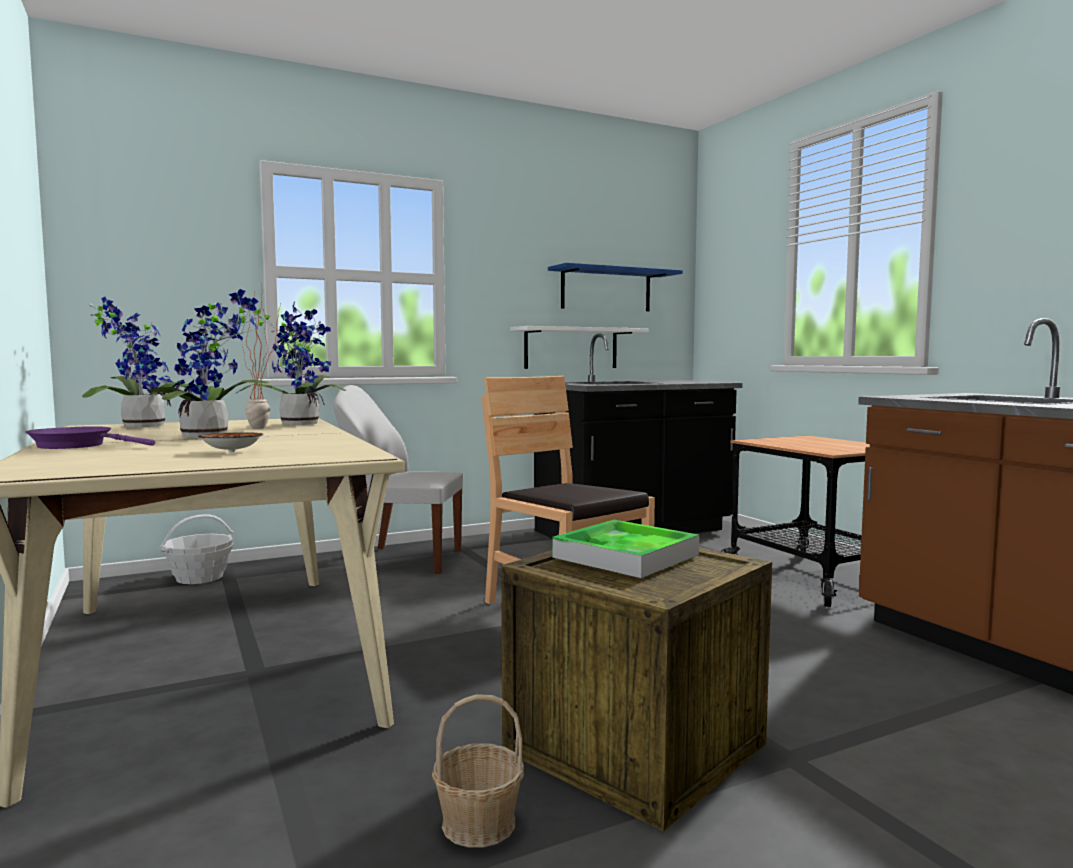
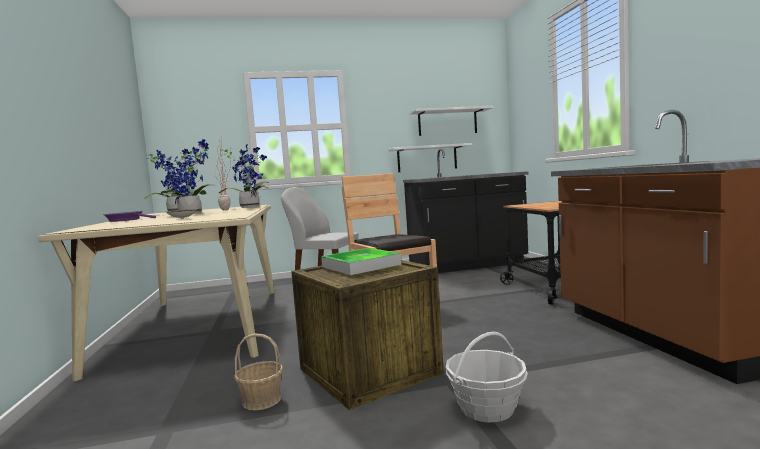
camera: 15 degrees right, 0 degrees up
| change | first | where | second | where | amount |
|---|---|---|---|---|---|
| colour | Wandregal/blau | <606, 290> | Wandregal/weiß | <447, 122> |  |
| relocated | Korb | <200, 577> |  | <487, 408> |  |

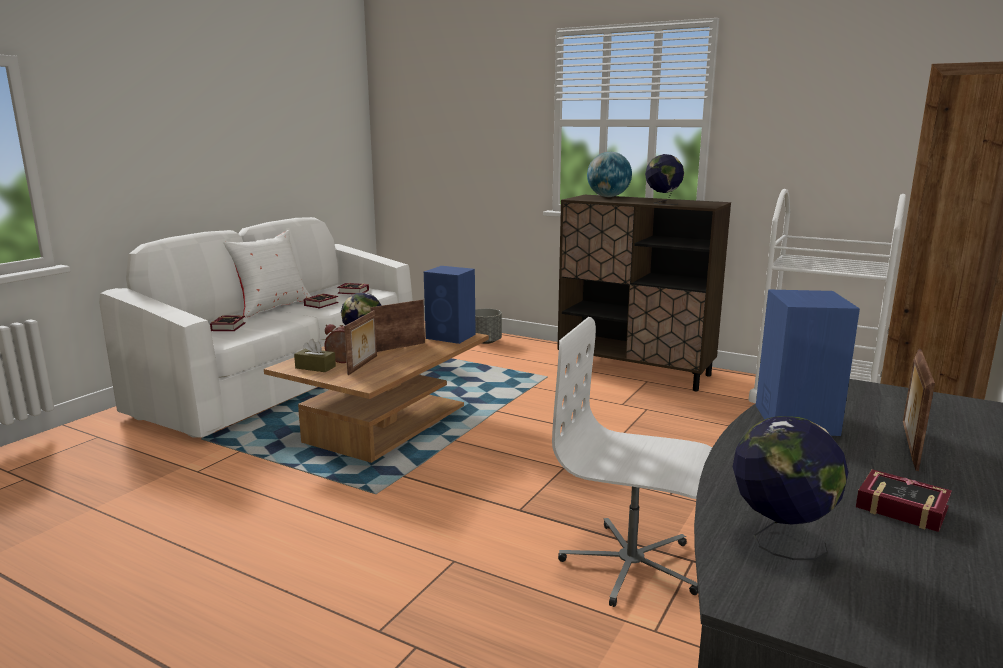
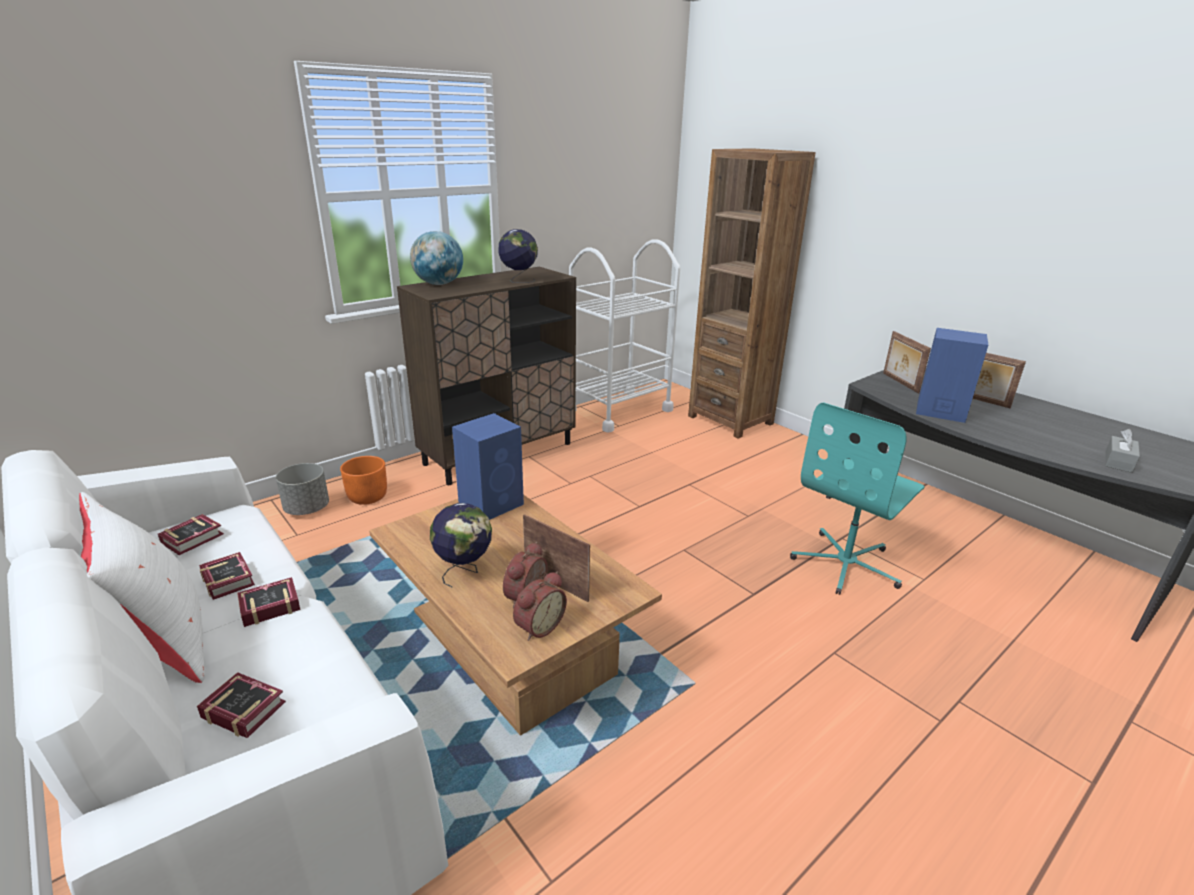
camera: 70 degrees left, 10 degrees up
| change | first | where | second | where | amount |
|---|---|---|---|---|---|
| relocated | Bilderrahmen | <399, 347> |  | <899, 383> |  |
| colour | Bürostuhl/weiß | <631, 565> | Bürostuhl/türkis | <846, 564> |  |
| exchanged | Taschentuchbox/braun | <315, 367> | Wecker | <538, 626> |  |
| exchanged | Globus | <779, 541> | Taschentuchbox/grau | <1118, 462> |  |
| relocated | Buch | <898, 505> |  | <267, 606> |  |
| appeared |  |  | Pflanzkübel/orange | <367, 497> |  |

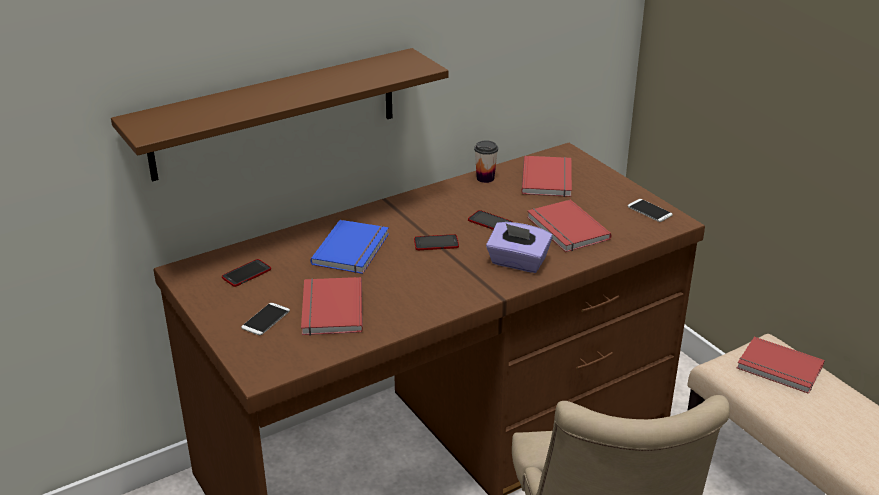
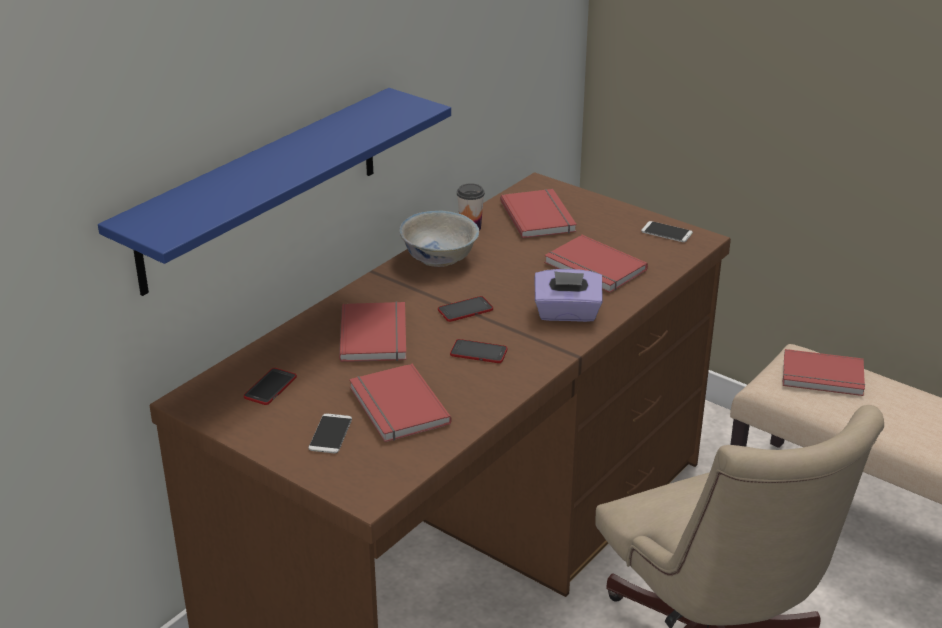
camera: 20 degrees left, 0 degrees up
| change | first | where | second | where | amount |
|---|---|---|---|---|---|
| colour | Wandregal/braun | <275, 114> | Wandregal/blau | <261, 189> |  |
| relocated | Handy | <490, 222> |  | <478, 352> |  |
| colour | Buch/blau | <353, 249> | Buch/rot | <376, 335> |  |
| appeared |  |  | Schüssel/weiß | <439, 257> |  |

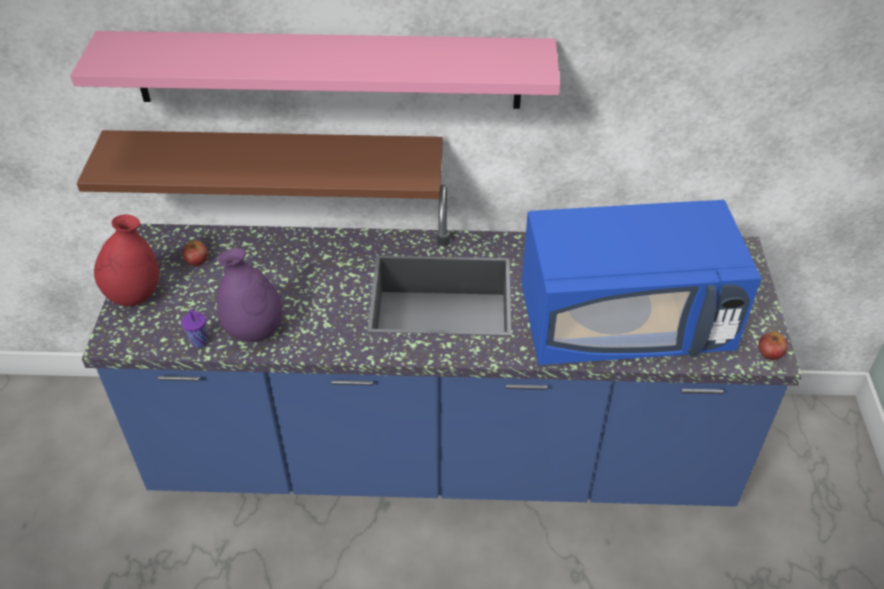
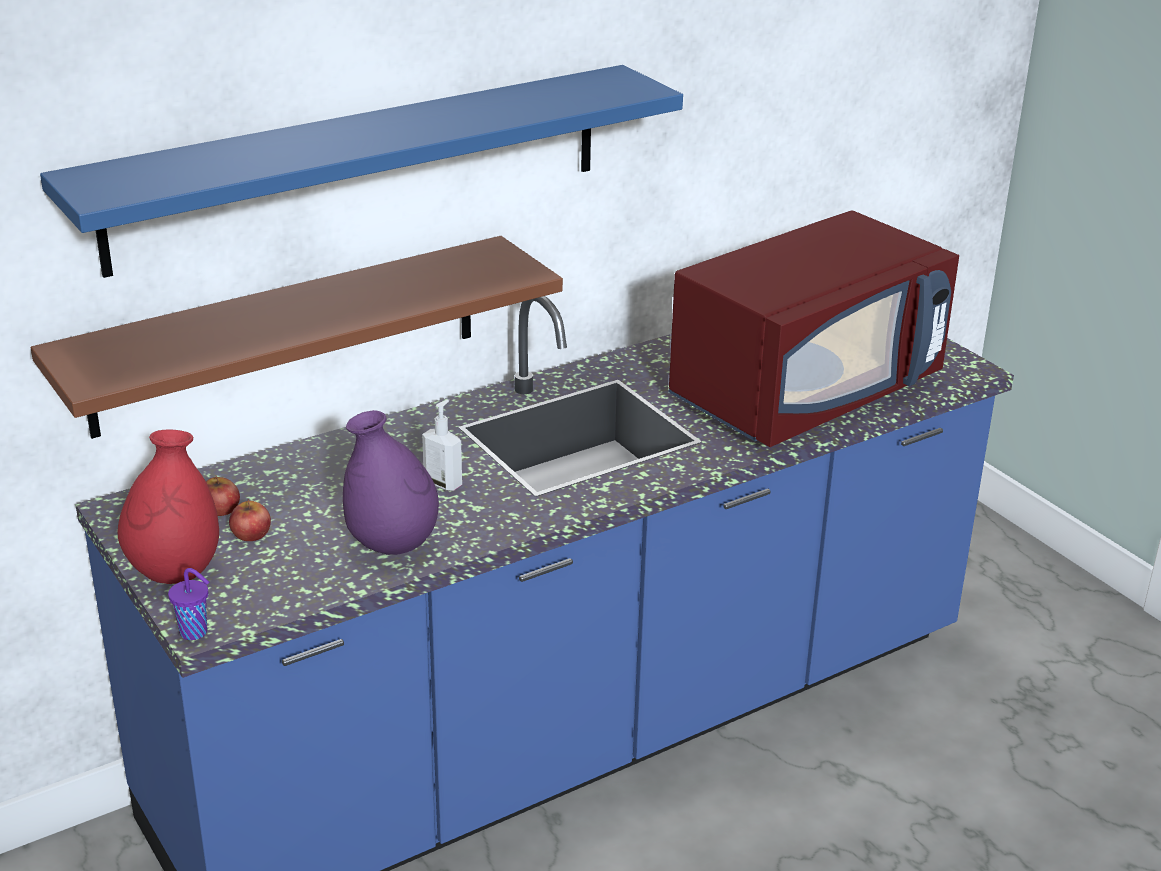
camera: 35 degrees left, 15 degrees down
| change | first | where | second | where | amount |
|---|---|---|---|---|---|
| colour | Wandregal/rosa | <327, 70> | Wandregal/blau | <361, 167> |  |
| colour | Mikrowelle/blau | <624, 323> | Mikrowelle/rot | <806, 392> |  |
| relocated | Tasse/lila | <200, 342> |  | <195, 633> |  |
| relocated | Apfel | <770, 352> |  | <251, 533> |  |
| appeared |  |  | Seifenspender | <443, 483> |  |

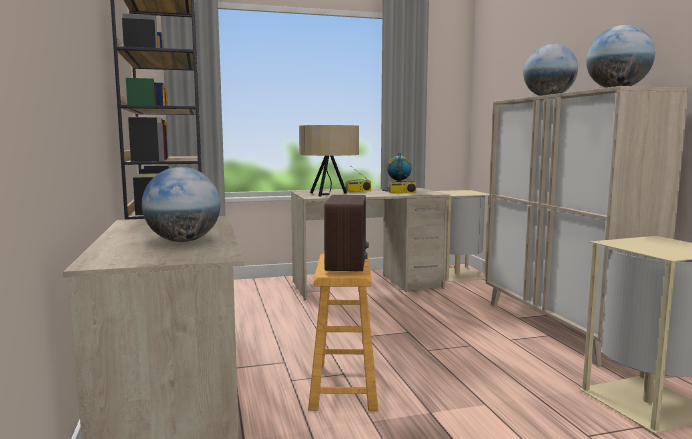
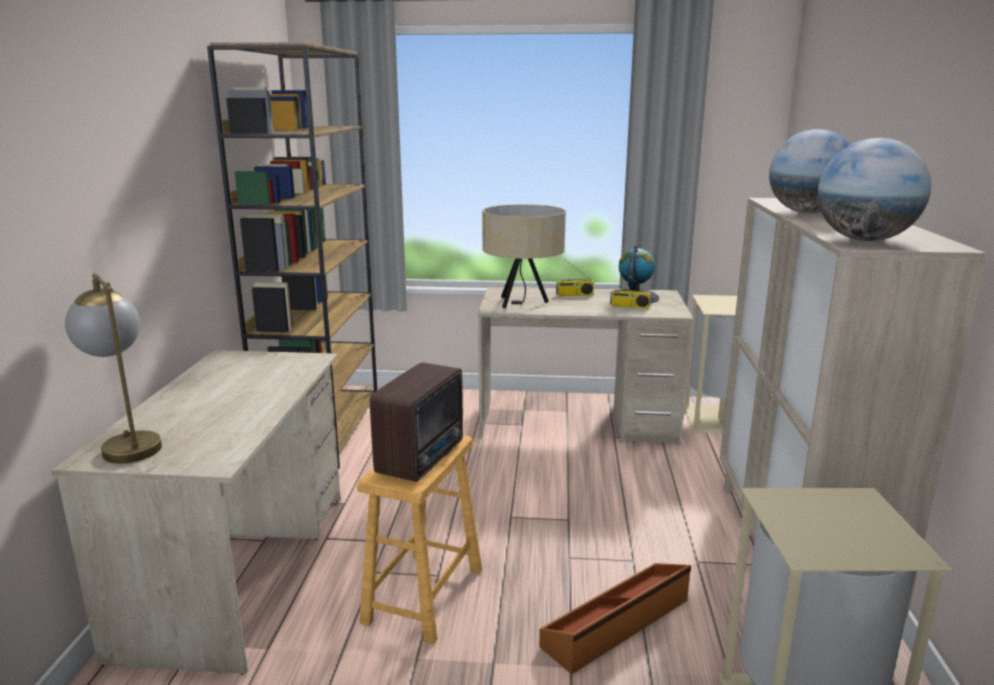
camera: 20 degrees right, 10 degrees up
| change | first | where | second | where | amount |
|---|---|---|---|---|---|
| missing | Globus | <183, 241> |  |  |  |
| appeared |  |  | Tischlampe | <126, 443> |  |
| appeared |  |  | Aufbewahrungsbox/braun | <618, 624> |  |

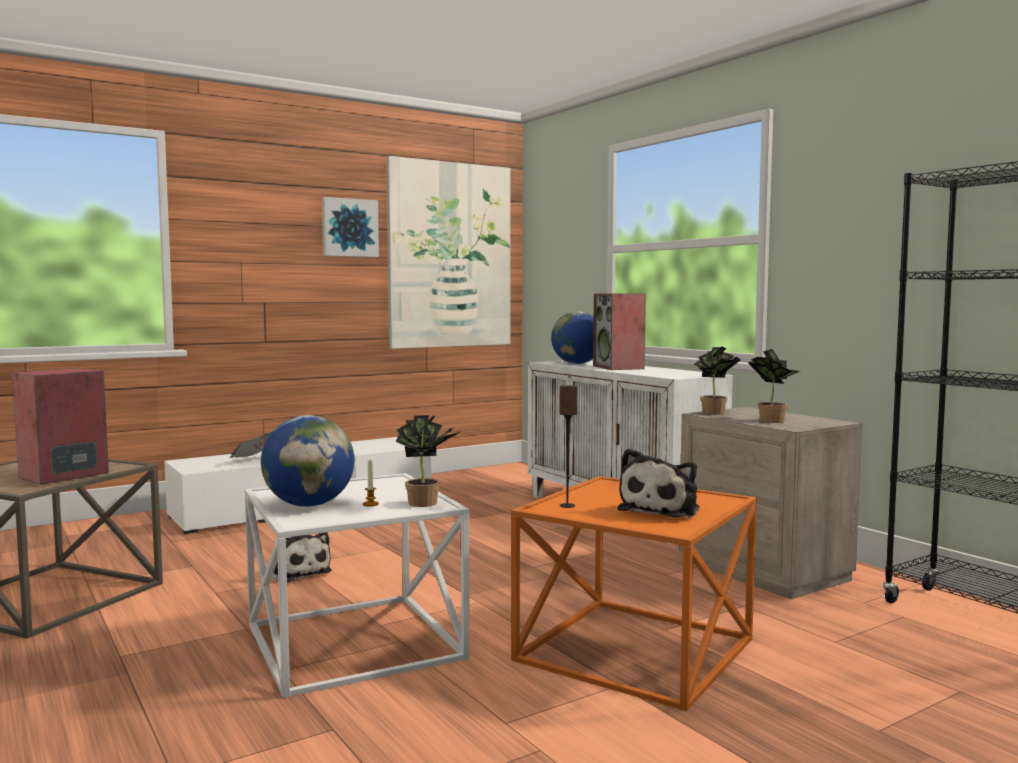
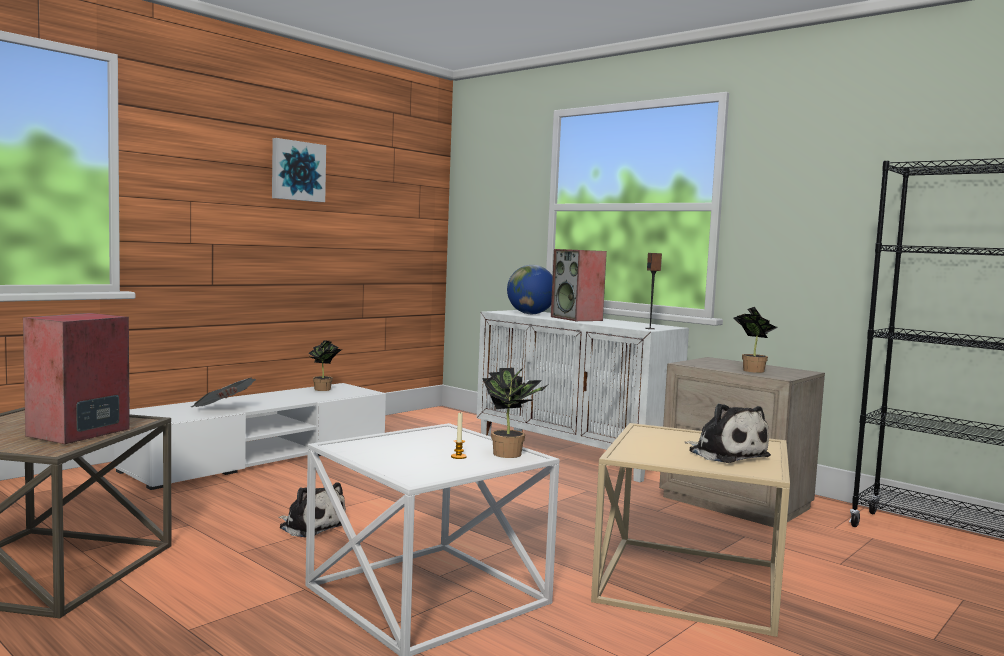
camera: 15 degrees left, 0 degrees up
| change | first | where | second | where | amount |
|---|---|---|---|---|---|
| missing | Bild | <450, 255> |  |  |  |
| relocated | Topfpflanze | <716, 413> |  | <324, 389> |  |
| relocated | Lautsprecher | <567, 506> |  | <650, 328> |  |
| missing | Globus | <309, 505> |  |  |  |
| spun | Plüschtier | <662, 509> |  | <725, 454> | 45 degrees counterclockwise |
| colour | Beistelltisch/orange | <637, 649> | Beistelltisch/beige | <691, 582> |  |

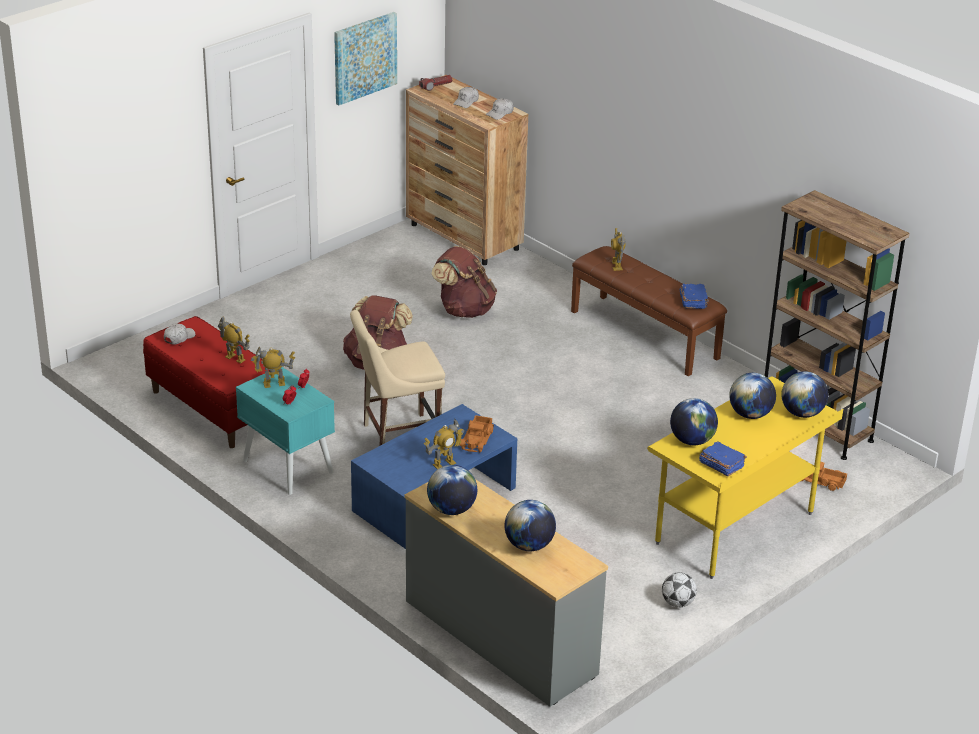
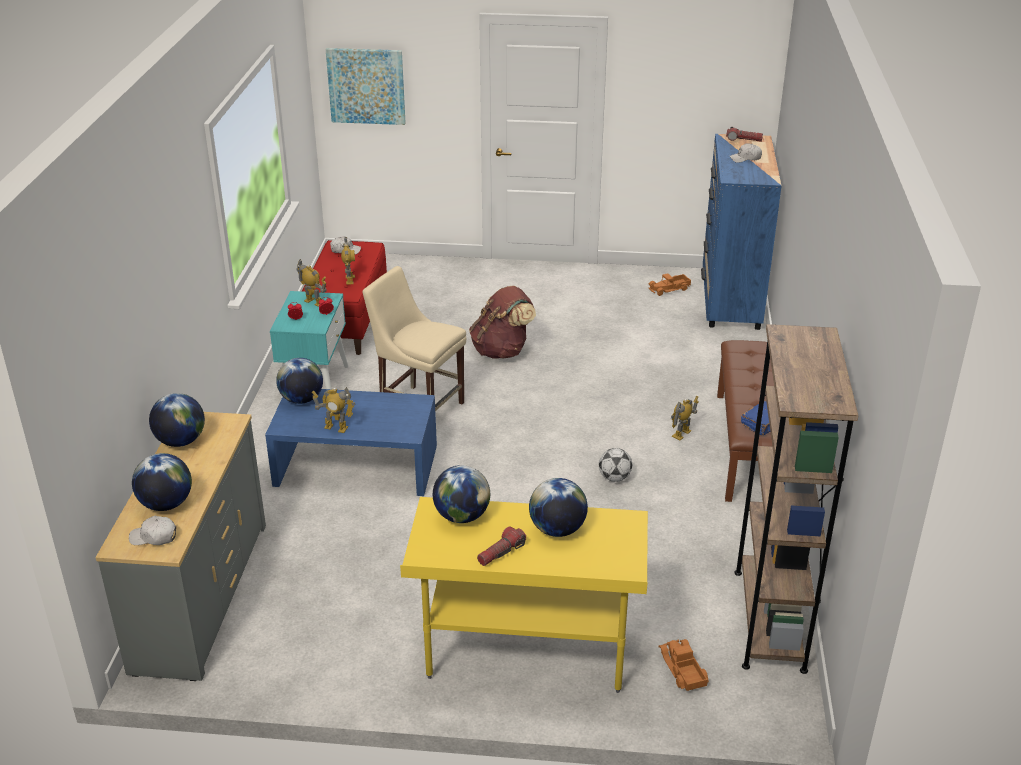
camera: 50 degrees right, 0 degrees up
| change | first | where | second | where | amount |
|---|---|---|---|---|---|
| relocated | Bild | <364, 57> |  | <366, 86> |  |
| colour | Kommode/braun | <464, 237> | Kommode/blau | <730, 300> |  |
| relocated | Kappe/weiß | <500, 113> |  | <154, 537> |  |
| relocated | Spielzeugroboter | <616, 265> |  | <682, 434> |  |
| missing | Rucksack/braun | <464, 310> |  |  |  |
| relocated | Globus | <802, 413> |  | <301, 399> |  |
| relocated | Spielzeuglaster | <477, 439> |  | <669, 289> |  |
| missing | Buch/blau | <721, 465> |  |  |  |
| relocated | Fußball | <677, 603> |  | <614, 478> |  |
| appeared |  |  | Taschenlampe | <501, 552> |  |

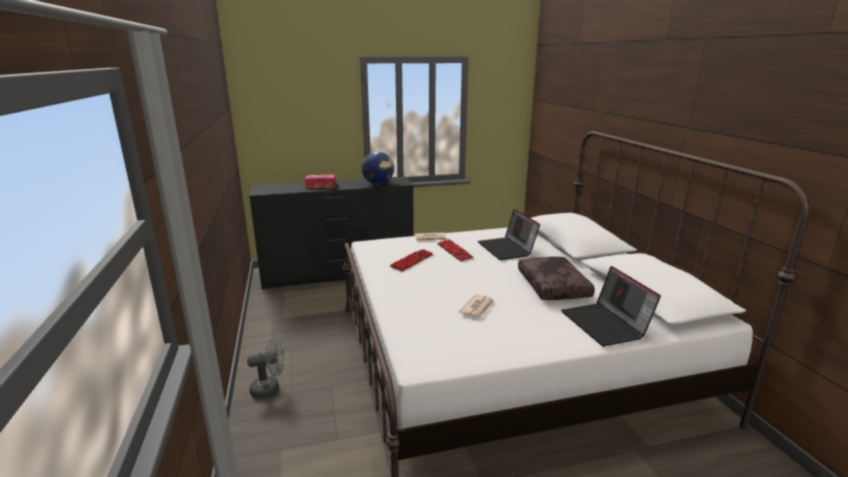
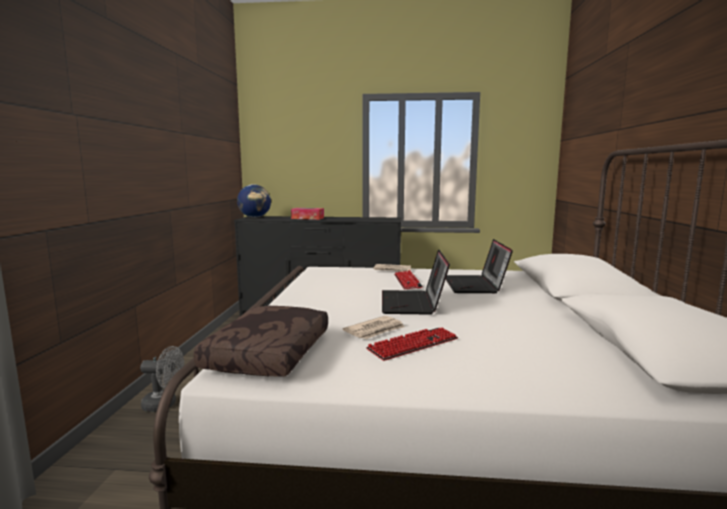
camera: 20 degrees right, 10 degrees down
| change | first | where | second | where | amount |
|---|---|---|---|---|---|
| relocated | Globus | <378, 184> |  | <255, 217> |  |
| relocated | Tastatur | <412, 261> |  | <413, 345> |  |
| relocated | Kissen/braun | <554, 286> |  | <270, 354> |  |
| relocated | Laptop | <606, 325> |  | <413, 303> |  |

